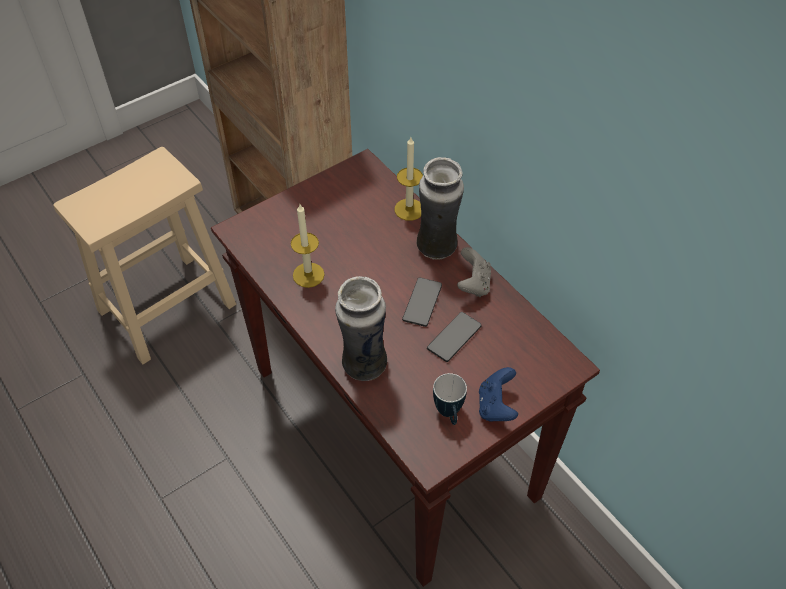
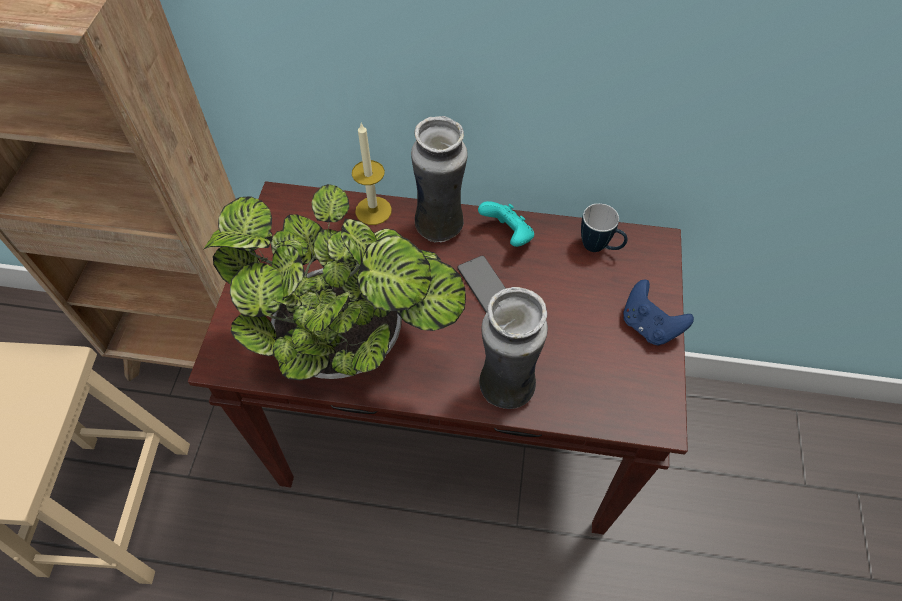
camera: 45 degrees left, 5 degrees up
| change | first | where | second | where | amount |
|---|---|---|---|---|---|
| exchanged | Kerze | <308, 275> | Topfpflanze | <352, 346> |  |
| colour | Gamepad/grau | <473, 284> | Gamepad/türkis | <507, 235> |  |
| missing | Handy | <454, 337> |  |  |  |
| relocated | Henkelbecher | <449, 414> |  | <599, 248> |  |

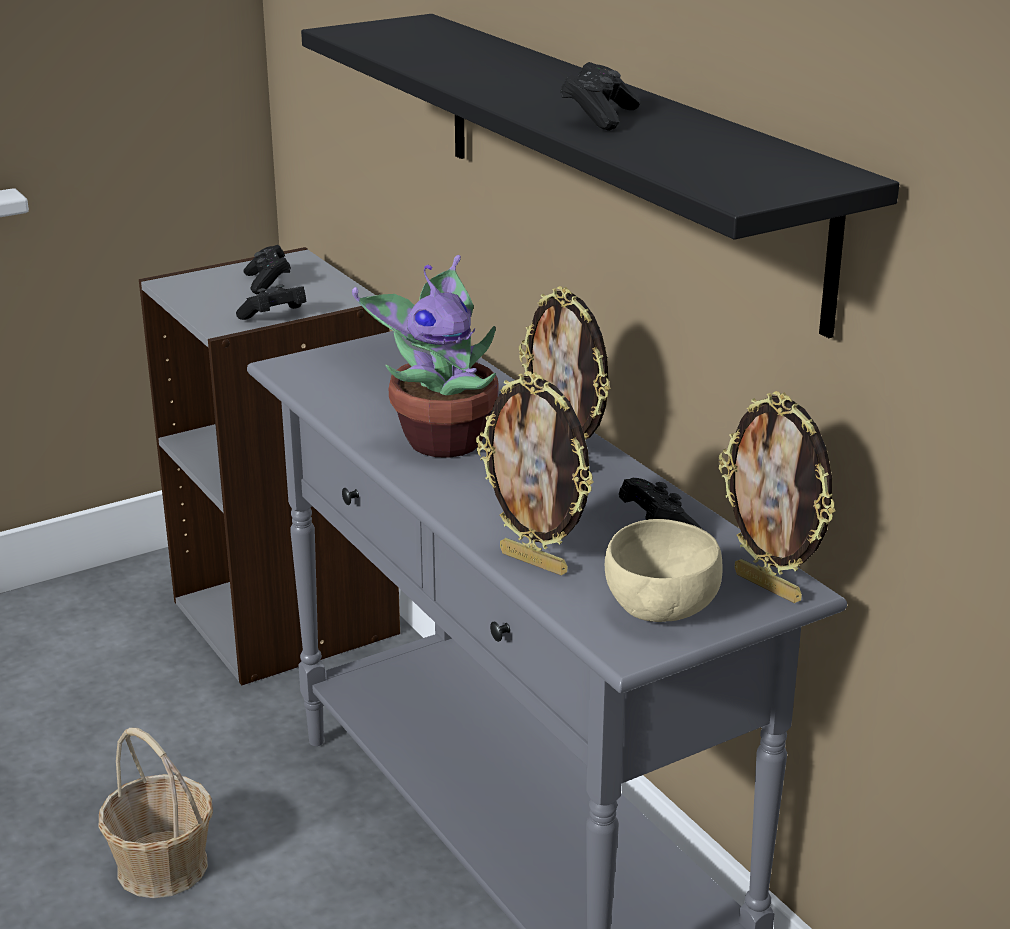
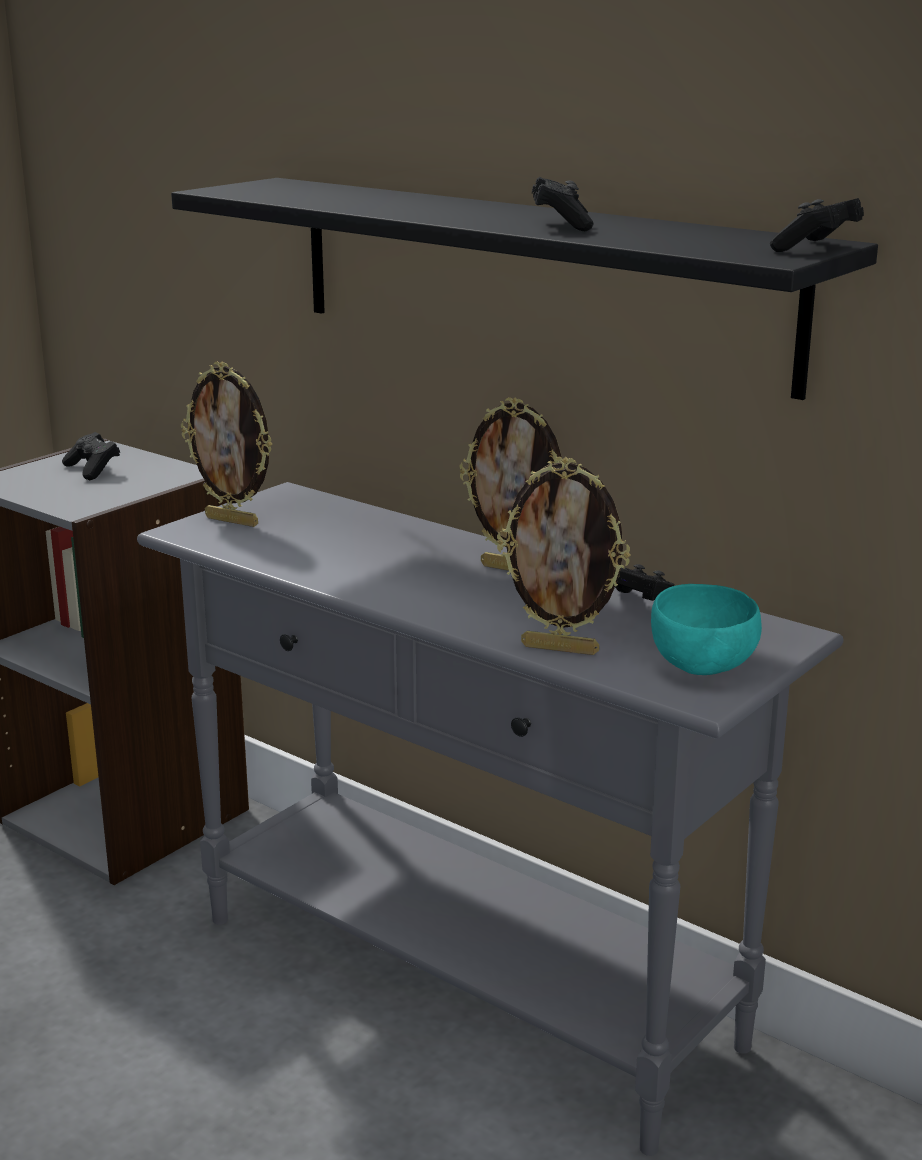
camera: 20 degrees left, 5 degrees down
| change | first | where | second | where | amount |
|---|---|---|---|---|---|
| missing | Topfpflanze | <441, 439> |  |  |  |
| relocated | Gamepad/schwarz | <275, 318> |  | <816, 248> |  |
| relocated | Bilderrahmen | <769, 586> |  | <233, 521> |  |
| colour | Schüssel/beige | <661, 609> | Schüssel/türkis | <703, 666> |  |
| missing | Korb | <162, 867> |  |  |  |

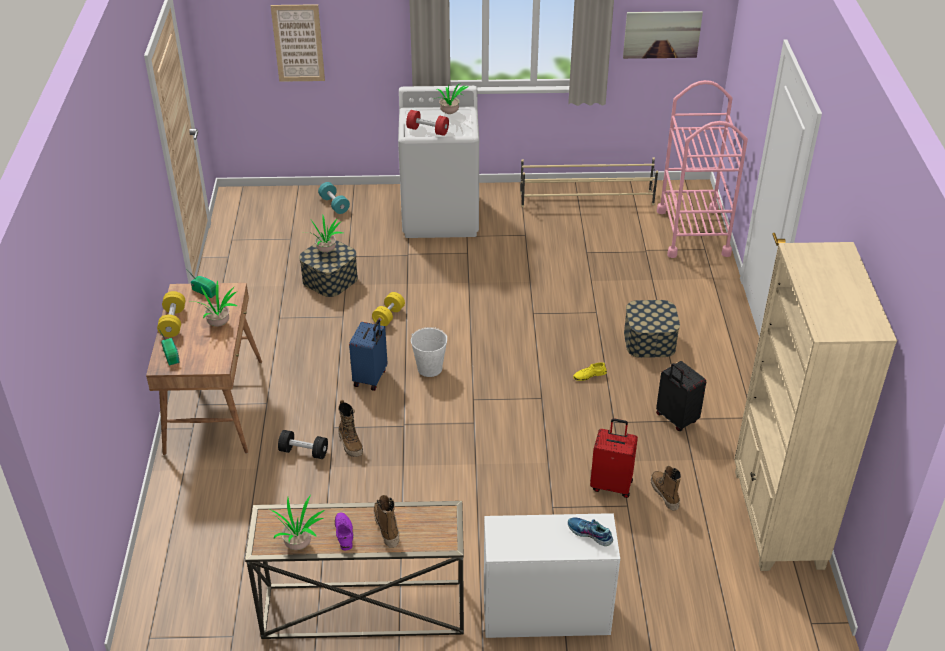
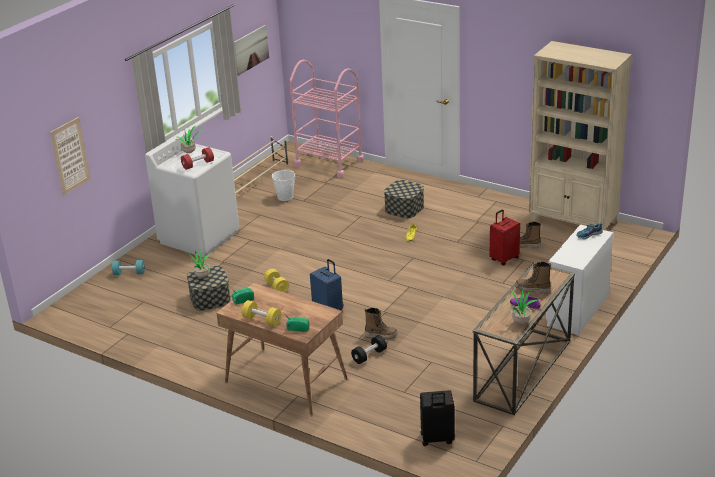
camera: 55 degrees left, 10 degrees down
| change | first | where | second | where | amount |
|---|---|---|---|---|---|
| missing | Topfpflanze | <218, 323> |  |  |  |
| relocated | Eimer/weiß | <429, 368> |  | <285, 197> |  |
| relocated | Koffer/schwarz | <675, 419> |  | <437, 439> |  |

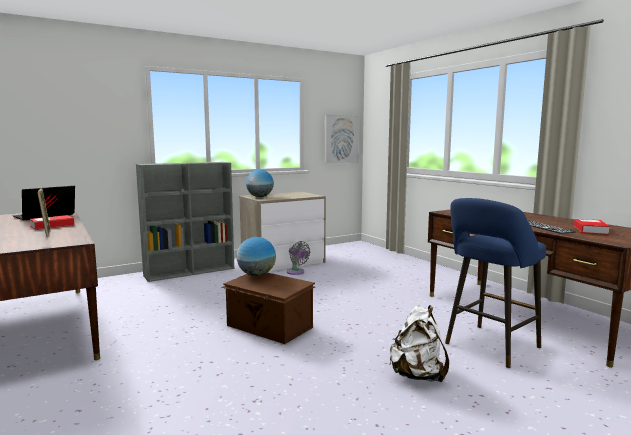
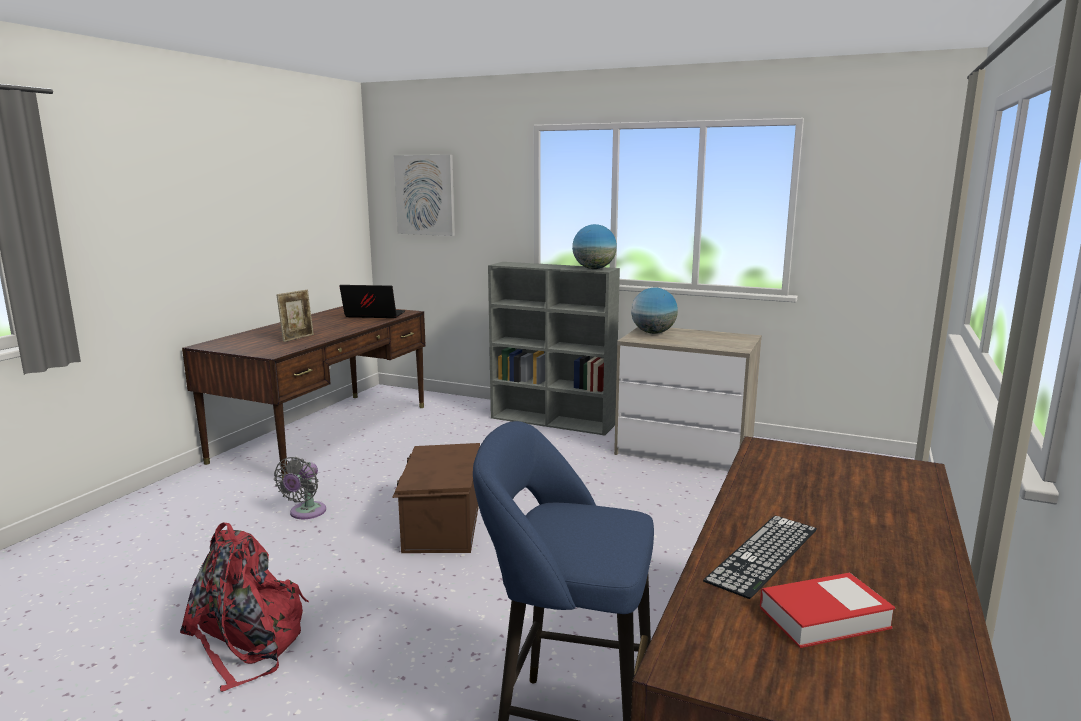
camera: 55 degrees right, 5 degrees up
| change | first | where | second | where | amount |
|---|---|---|---|---|---|
| relocated | Bild | <341, 139> |  | <425, 195> |  |
| missing | Buch | <52, 226> |  |  |  |
| relocated | Globus | <256, 275> |  | <594, 269> |  |
| relocated | Ventilator/grau | <296, 272> |  | <305, 513> |  |
| missing | Rucksack/weiß | <417, 375> |  |  |  |
| appeared |  |  | Rucksack/rot | <248, 641> |  |

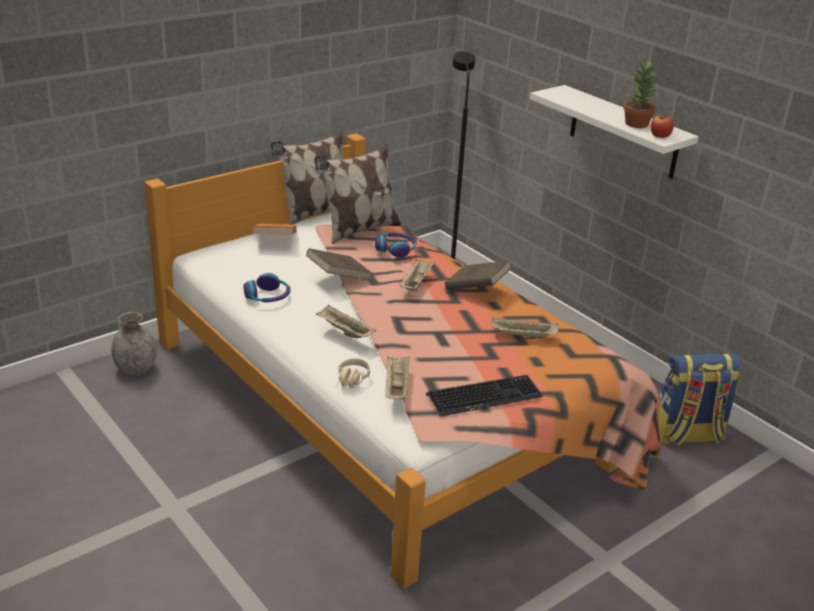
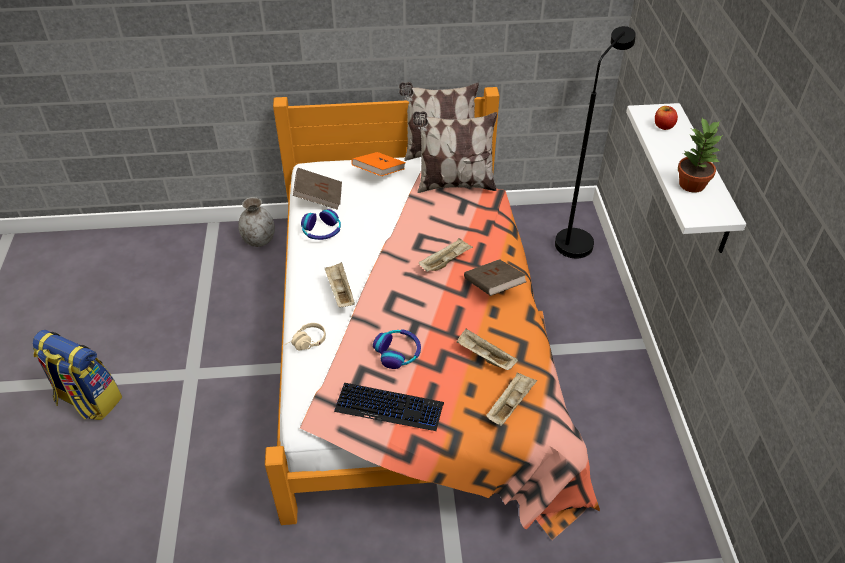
camera: 35 degrees right, 15 degrees up
| change | first | where | second | where | amount |
|---|---|---|---|---|---|
| relocated | Apfel | <659, 135> |  | <663, 126> |  |
| relocated | Kopfhörer | <395, 249> |  | <398, 352> |  |
| relocated | Buch/braun | <338, 277> |  | <319, 198> |  |
| relocated | Rucksack | <687, 435> |  | <87, 400> |  |
| relocated | Tablett/beige | <396, 387> |  | <510, 404> |  |

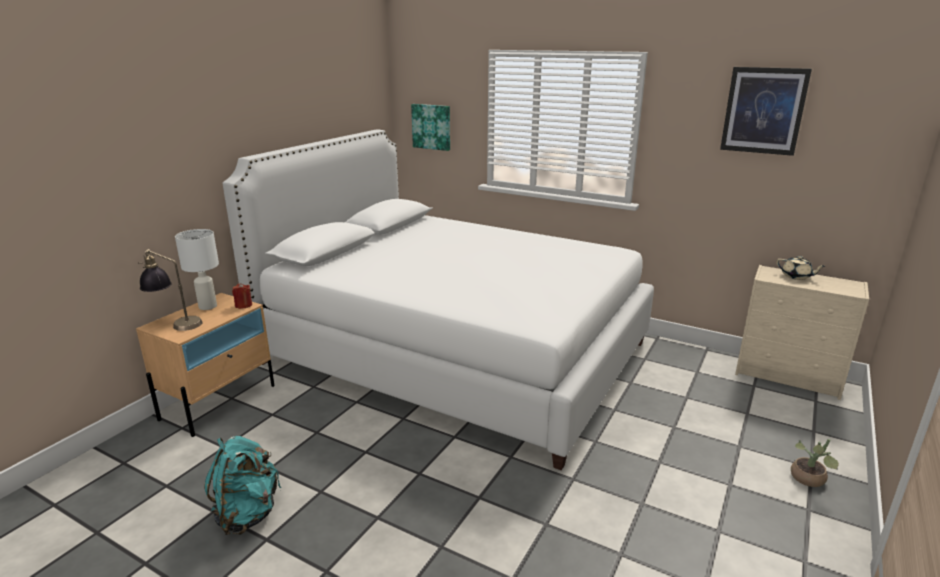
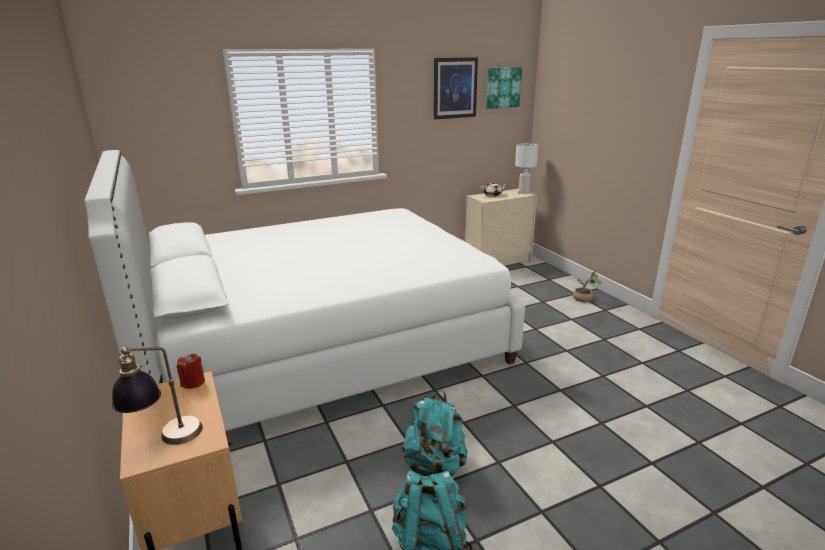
camera: 55 degrees left, 0 degrees up
| change | first | where | second | where | amount |
|---|---|---|---|---|---|
| relocated | Bild | <432, 126> |  | <502, 87> |  |
| relocated | Tischlampe/weiß | <208, 306> |  | <523, 192> |  |
| appeared |  |  | Rucksack/türkis | <435, 468> |  |

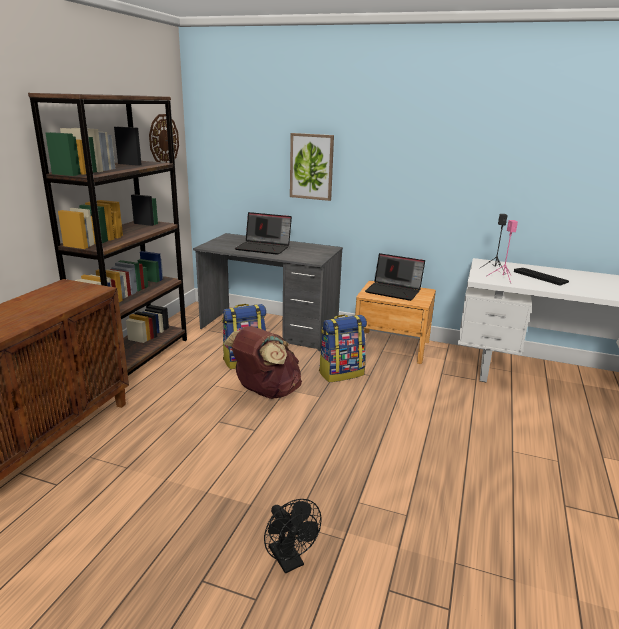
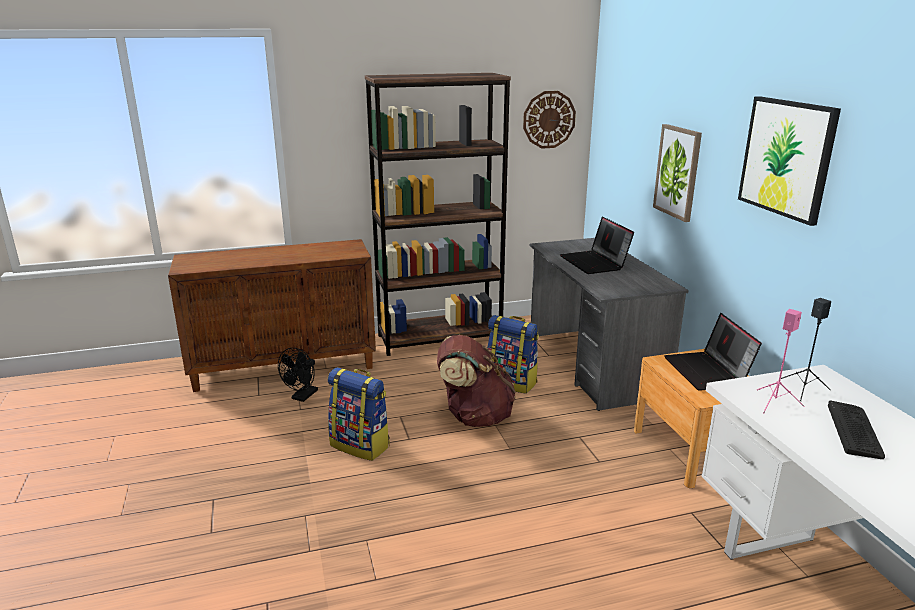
camera: 55 degrees right, 0 degrees up
| change | first | where | second | where | amount |
|---|---|---|---|---|---|
| relocated | Rucksack | <341, 373> |  | <361, 445> |  |
| relocated | Ventilator/schwarz | <289, 561> |  | <302, 397> |  |
| appeared |  |  | Bild | <787, 158> |  |

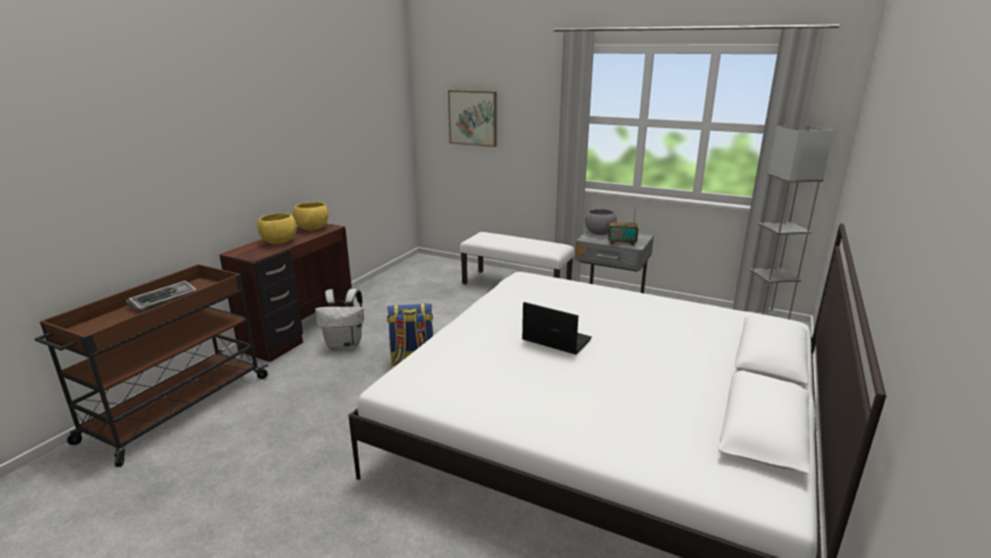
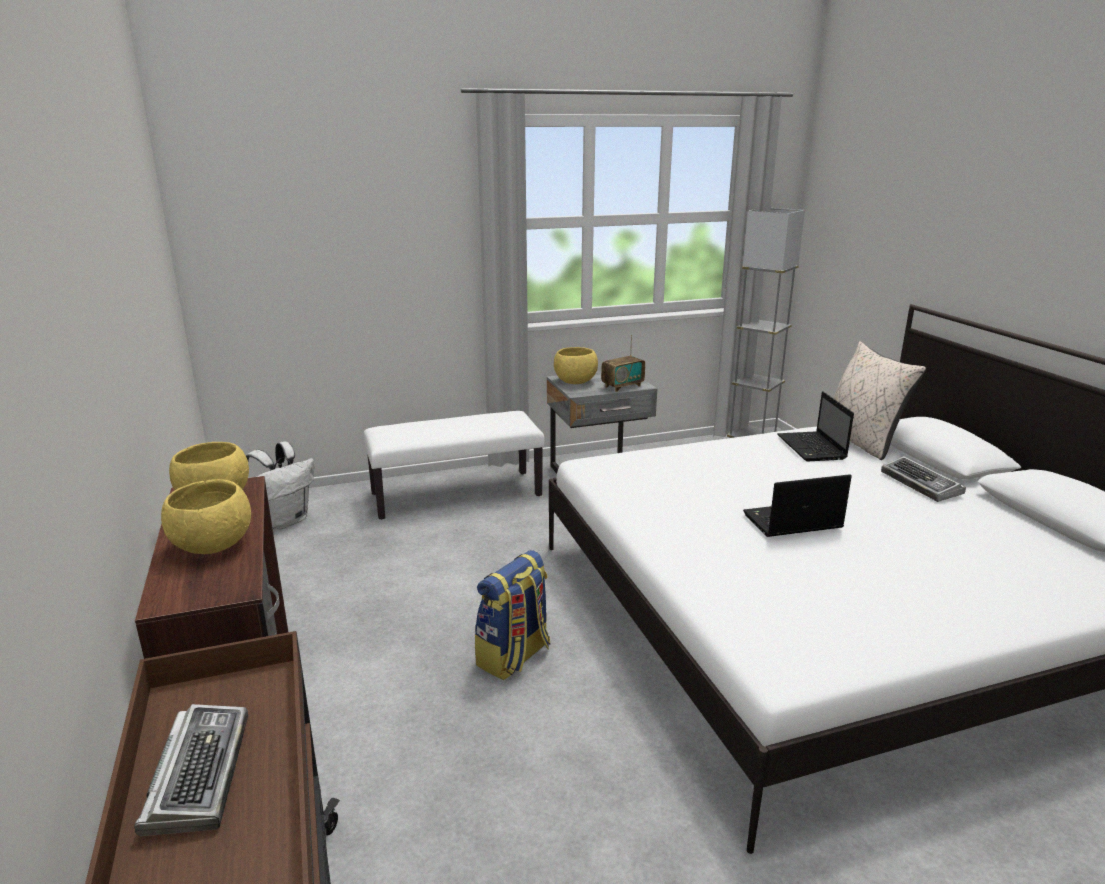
camera: 45 degrees left, 0 degrees up
| change | first | where | second | where | amount |
|---|---|---|---|---|---|
| missing | Bild | <473, 118> |  |  |  |
| colour | Schüssel/grau | <600, 233> | Schüssel/gelb | <575, 382> |  |
| relocated | Rucksack/weiß | <345, 345> |  | <285, 521> |  |
| appeared |  |  | Kissen/beige | <861, 441> |  |
| appeared |  |  | Laptop | <812, 448> |  |
| appeared |  |  | Tastatur | <921, 485> |  |

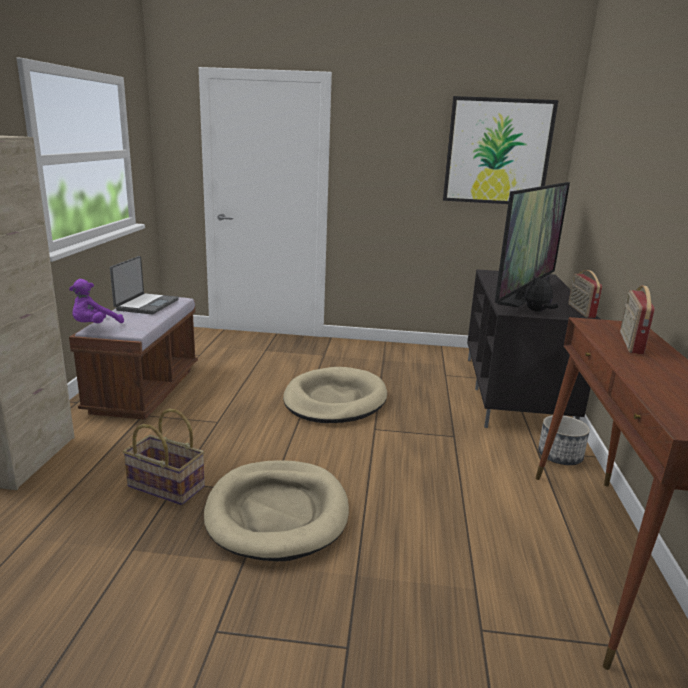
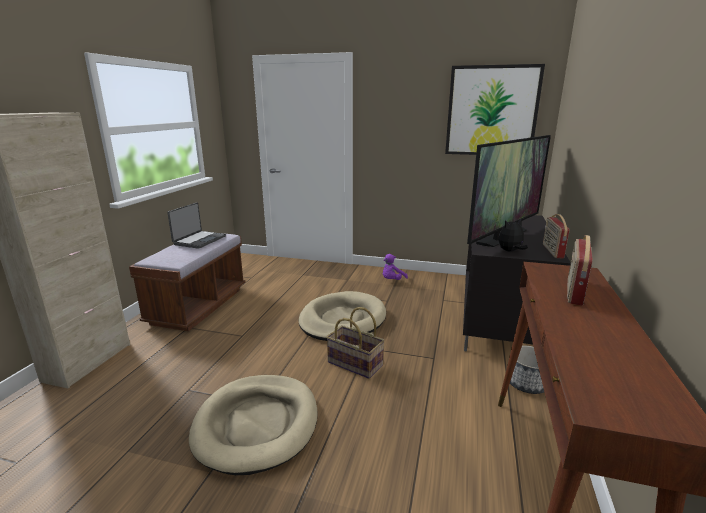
camera: 10 degrees right, 0 degrees up
| change | first | where | second | where | amount |
|---|---|---|---|---|---|
| relocated | Plüschtier/lila | <94, 326> |  | <392, 280> |  |
| relocated | Korb | <165, 487> |  | <354, 364> |  |

